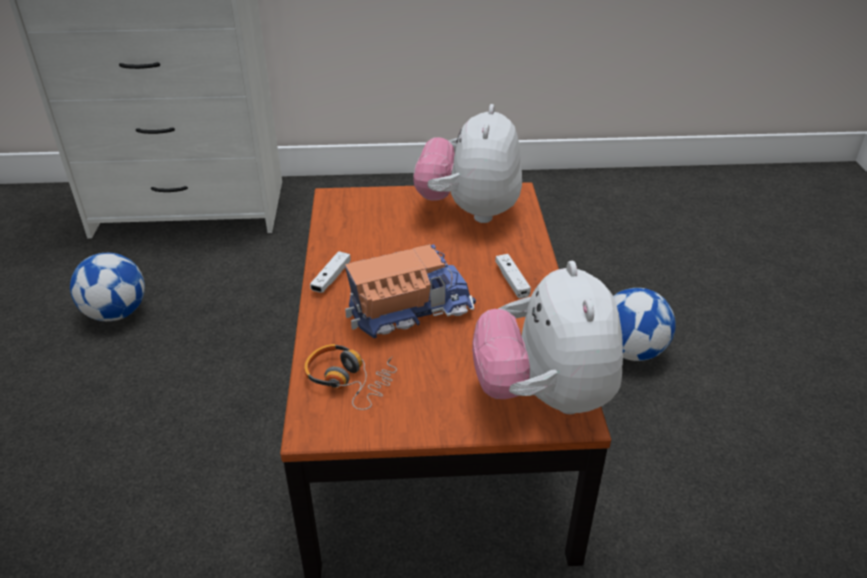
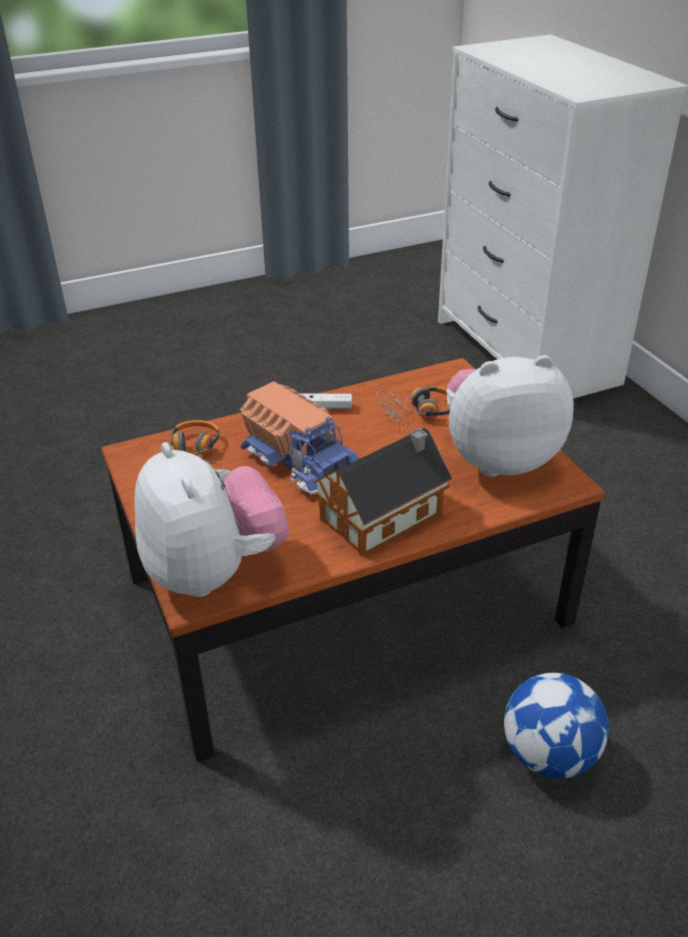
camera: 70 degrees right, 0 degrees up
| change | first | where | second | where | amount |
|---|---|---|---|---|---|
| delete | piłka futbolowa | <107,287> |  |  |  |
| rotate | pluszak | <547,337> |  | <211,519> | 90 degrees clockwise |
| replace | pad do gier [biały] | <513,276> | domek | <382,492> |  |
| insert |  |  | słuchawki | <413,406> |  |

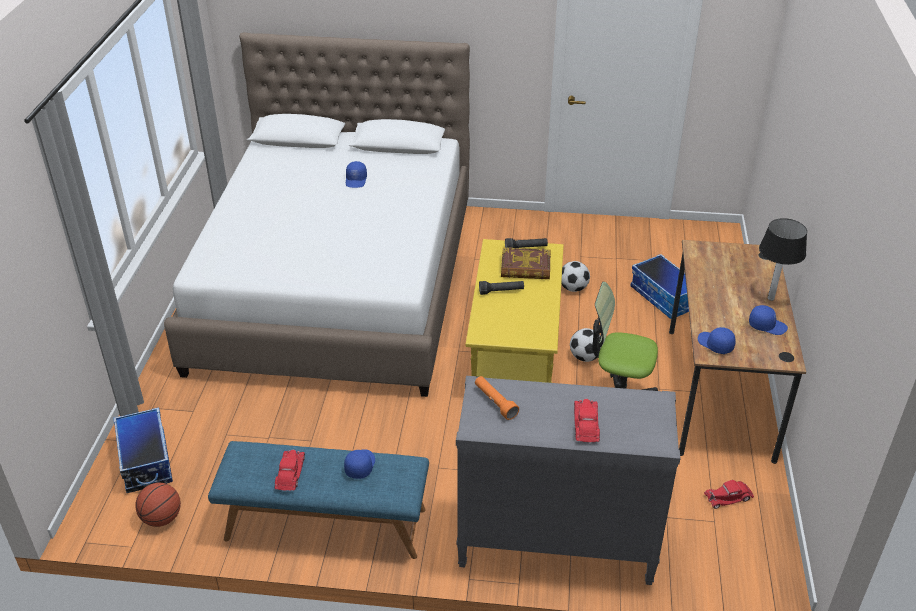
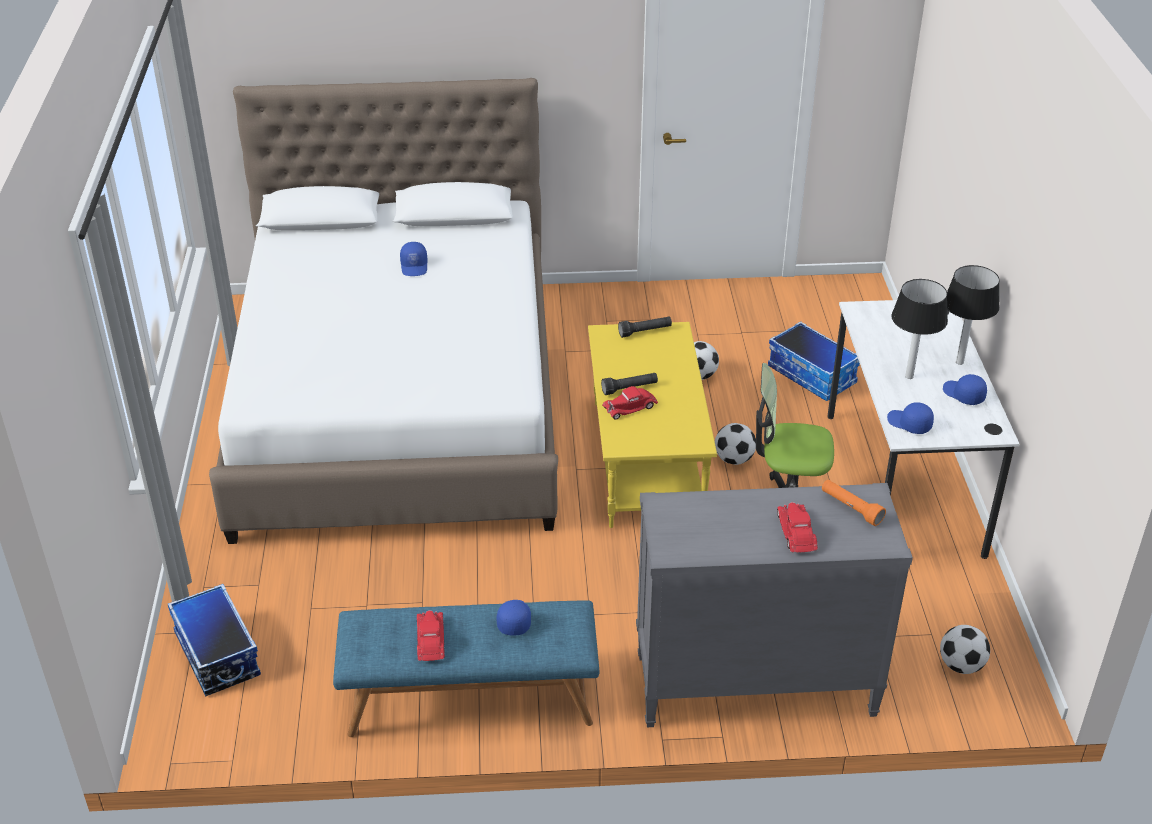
camera: 10 degrees left, 0 degrees up
| change | first | where | second | where | amount |
|---|---|---|---|---|---|
| delete | piłka do koszykówki | <158,505> |  |  |  |
| move | latarka [pomarańczowy] | <497,398> |  | <854,503> |  |
| delete | książka | <526,263> |  |  |  |
| recolor | biurko [brązowy] | <737,352> | biurko [biały] | <923,429> |  |
| move | samochodzik [czerwony] | <729,494> |  | <630,403> |  |
| rotate | czapka z daszkiem [niebieski] | <768,320> |  | <965,389> | 135 degrees counterclockwise |
| insert |  |  | lampa stołowa | <919,329> |  |
| insert |  |  | piłka futbolowa | <965,649> |  |

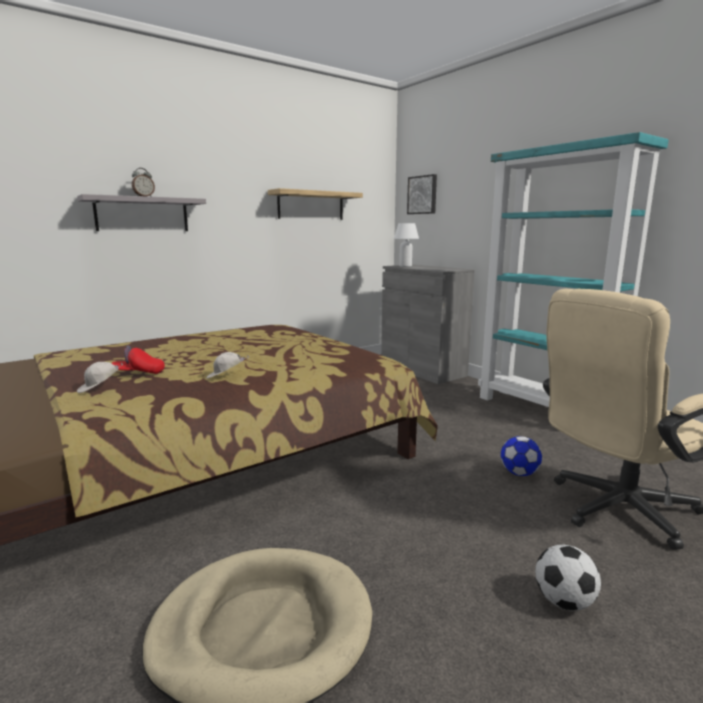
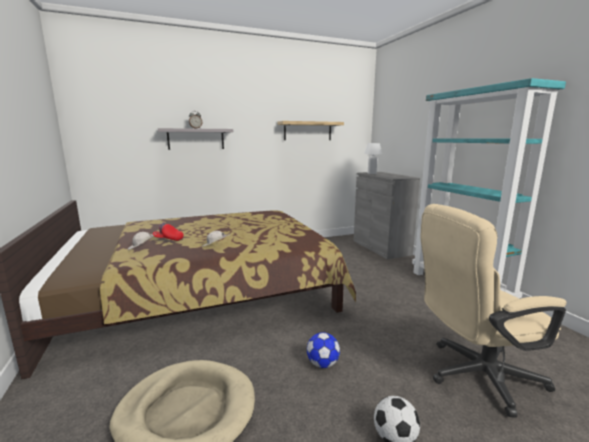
camera: 15 degrees right, 0 degrees up
| change | first | where | second | where | amount |
|---|---|---|---|---|---|
| delete | obraz | <422,194> |  |  |  |
| move | piłka futbolowa | <521,456> |  | <323,350> |  |

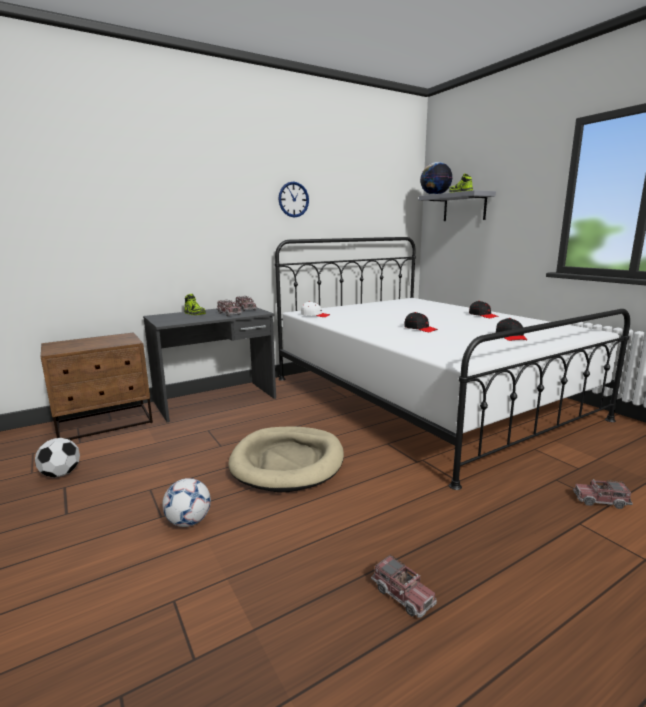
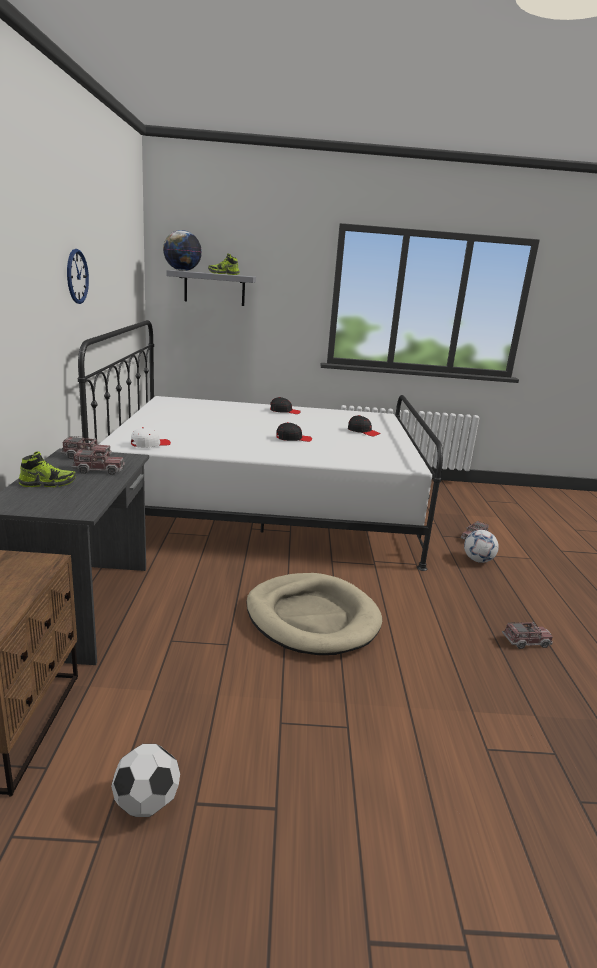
camera: 60 degrees left, 5 degrees up
| change | first | where | second | where | amount |
|---|---|---|---|---|---|
| move | piłka futbolowa | <186,502> |  | <481,546> |  |

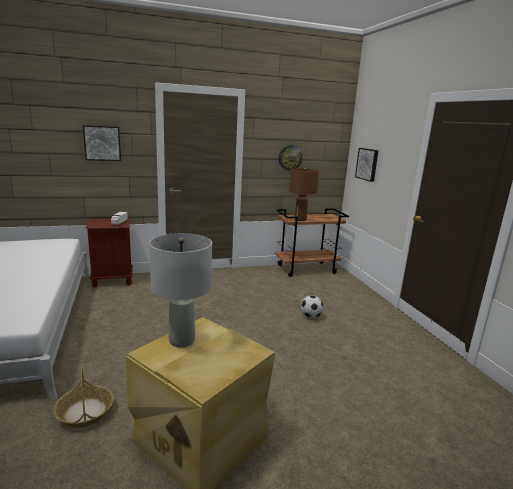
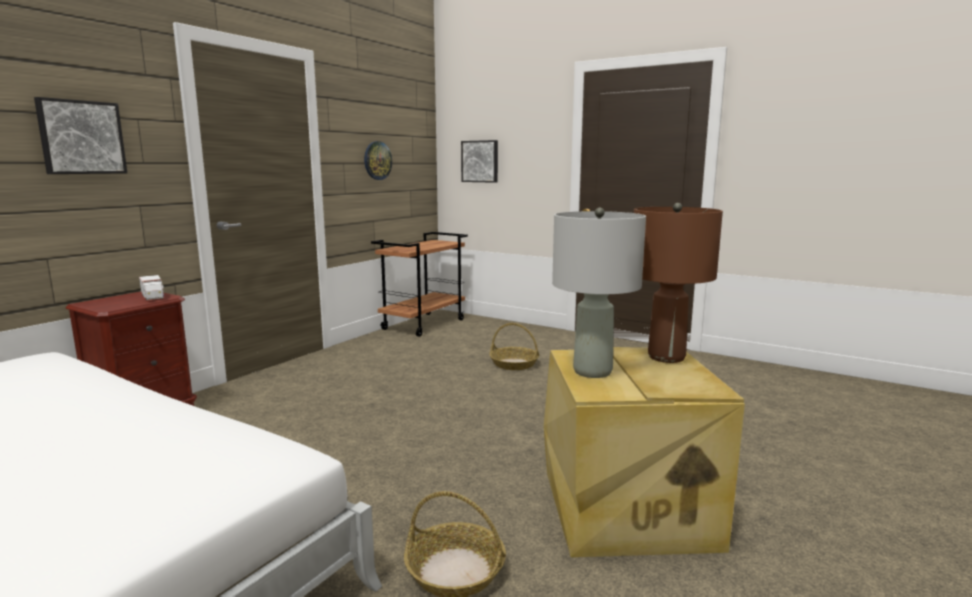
camera: 40 degrees left, 5 degrees down
| change | first | where | second | where | amount |
|---|---|---|---|---|---|
| move | lampa stołowa [brązowy] | <304,194> |  | <678,283> |  |
| replace | piłka futbolowa | <312,306> | koszyk | <514,346> |  |

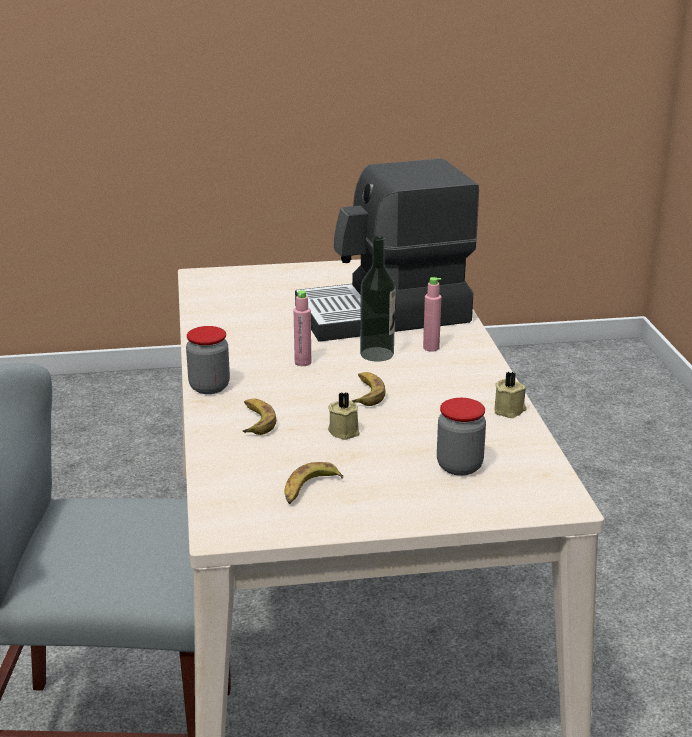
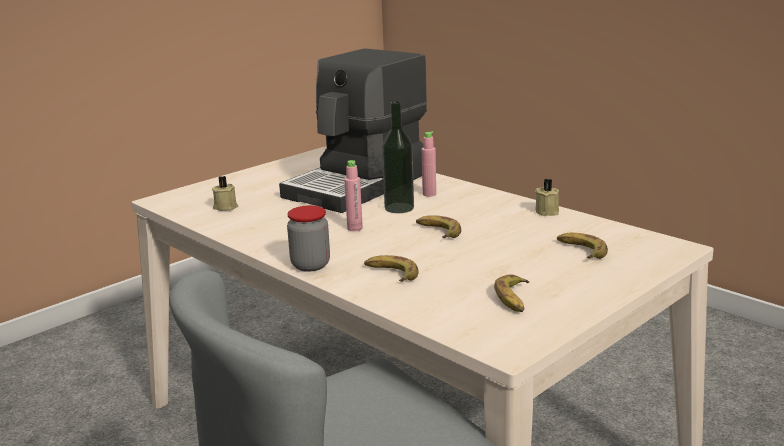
camera: 35 degrees left, 5 degrees down
| change | first | where | second | where | amount |
|---|---|---|---|---|---|
| move | świeca [beżowy] | <344,416> |  | <225,193> |  |
| replace | słoik | <461,437> | banan | <582,246> |  |

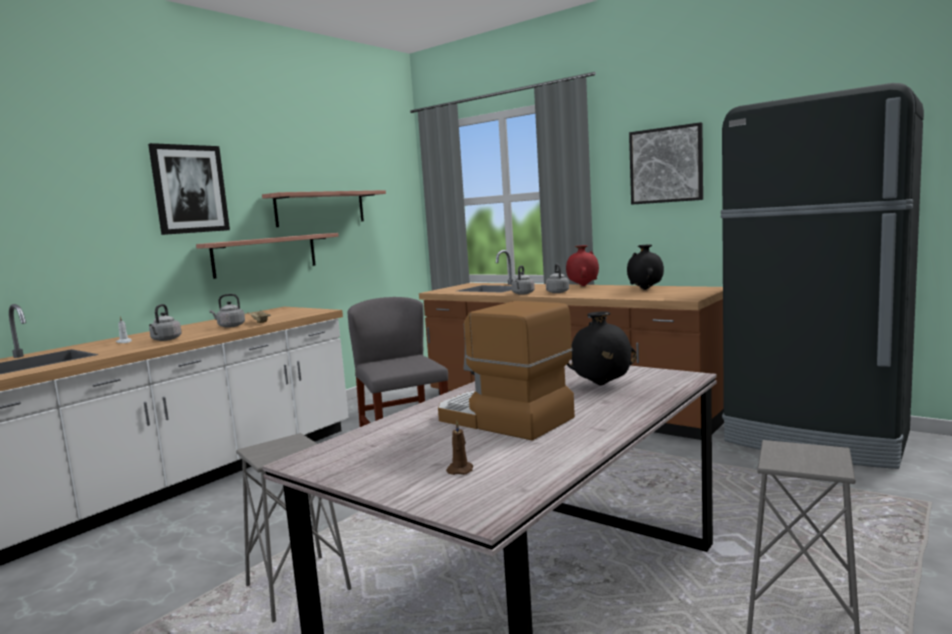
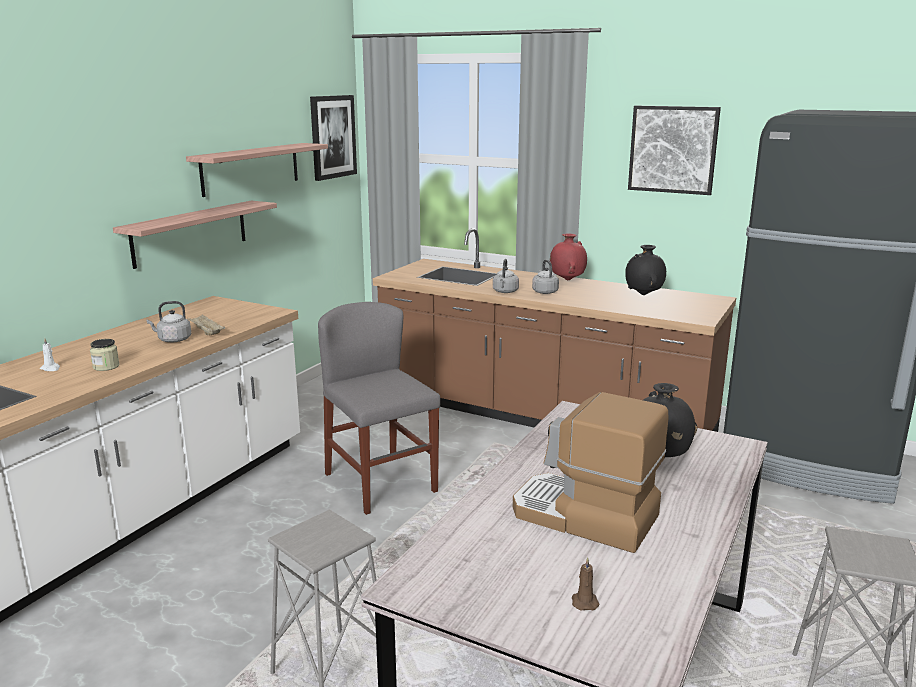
camera: 10 degrees left, 10 degrees up
| change | first | where | second | where | amount |
|---|---|---|---|---|---|
| move | obraz | <189,189> |  | <333,138> |  |
| replace | czajnik [szary] | <165,322> | słoik | <105,355> |  |

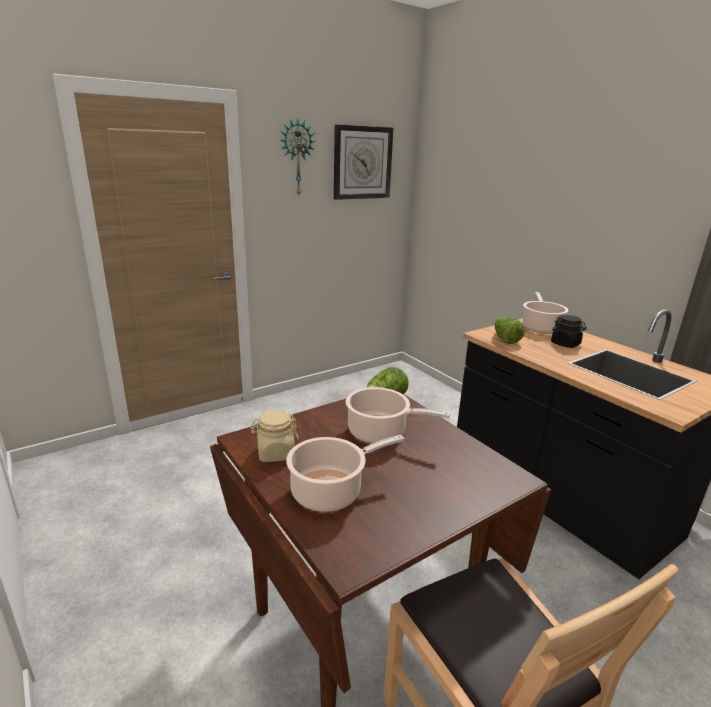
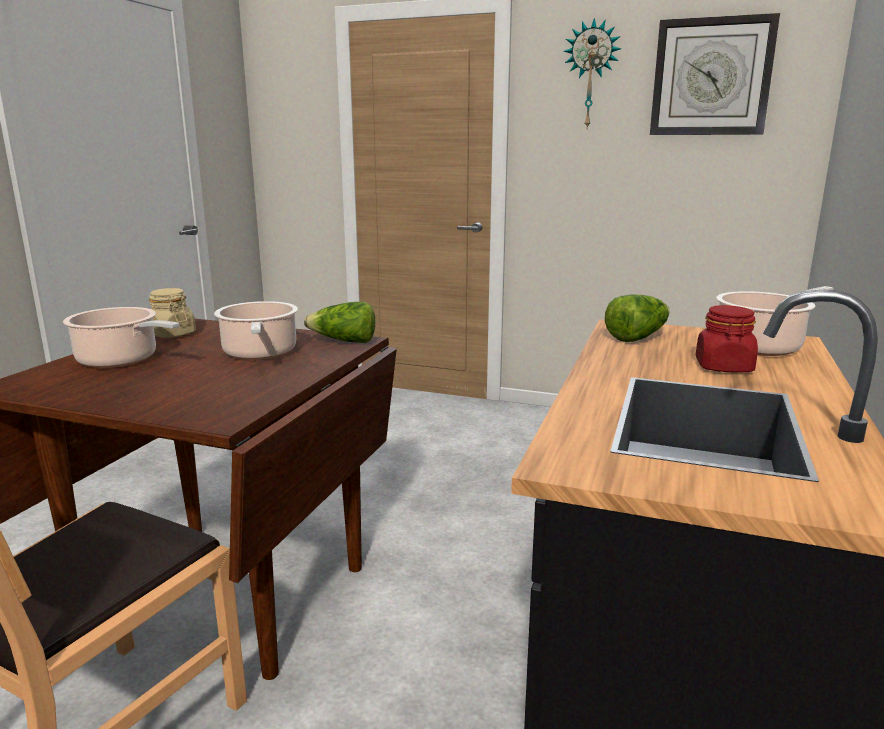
camera: 55 degrees right, 5 degrees down
| change | first | where | second | where | amount |
|---|---|---|---|---|---|
| recolor | słoik [czarny] | <568,331> | słoik [czerwony] | <727,339> |  |

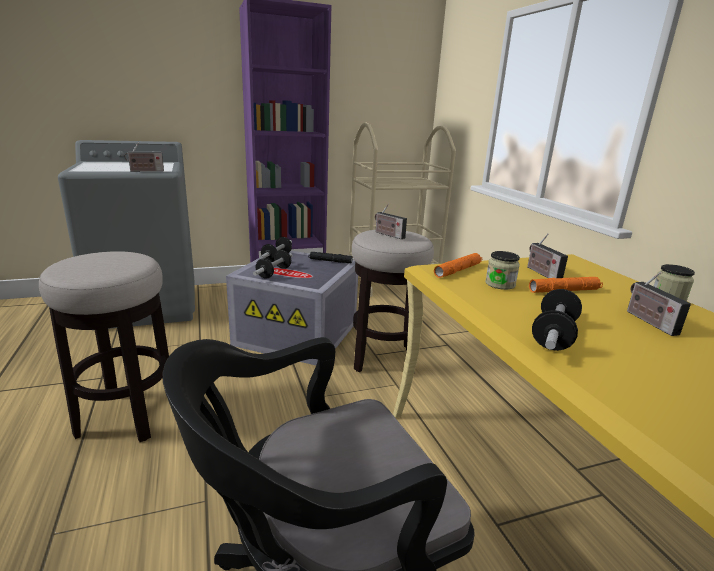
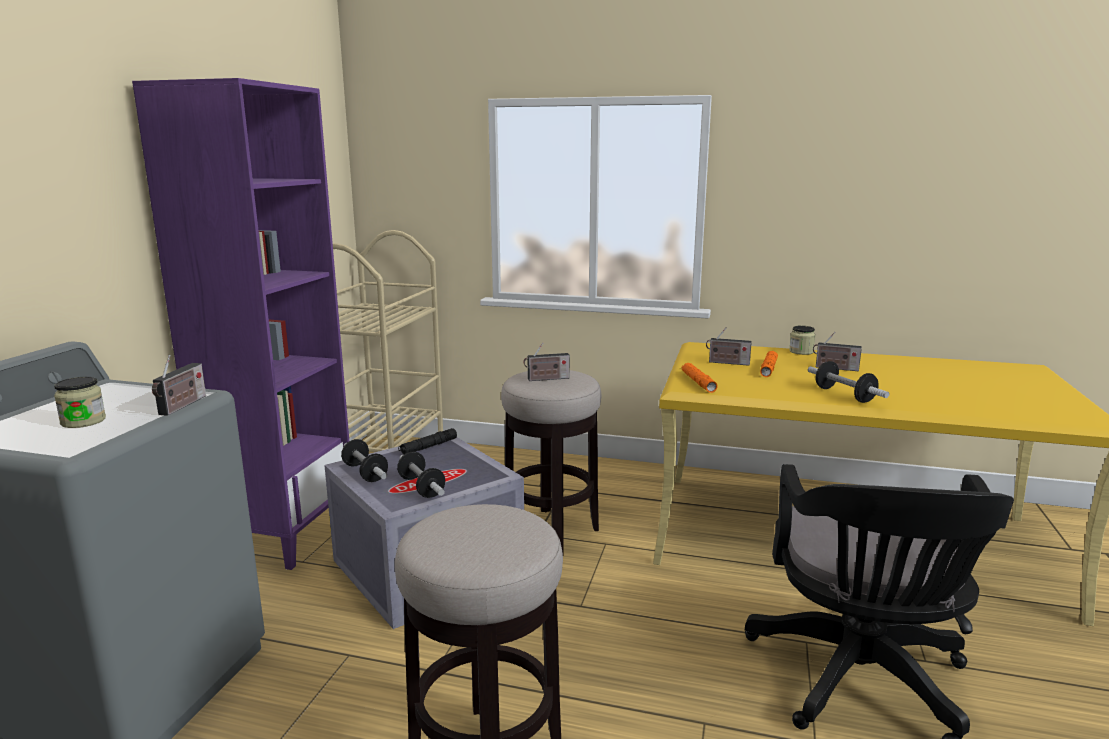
camera: 55 degrees left, 5 degrees down
| change | first | where | second | where | amount |
|---|---|---|---|---|---|
| move | słoik | <502,270> |  | <80,402> |  |

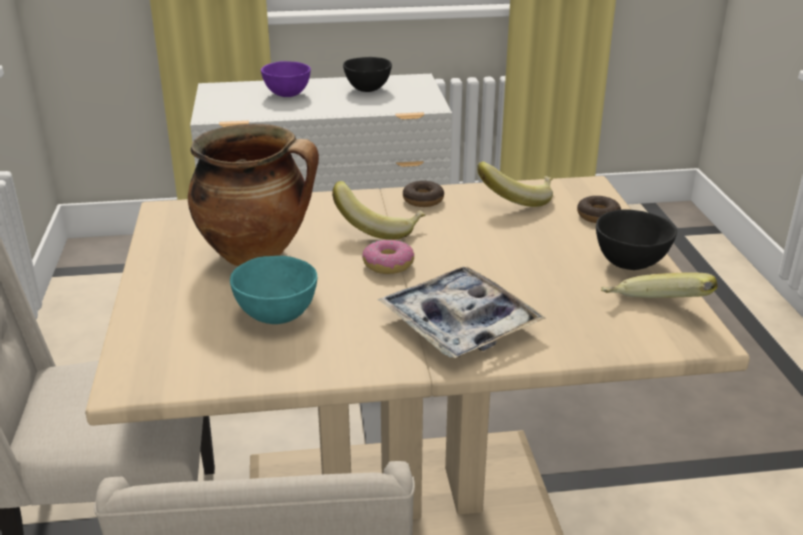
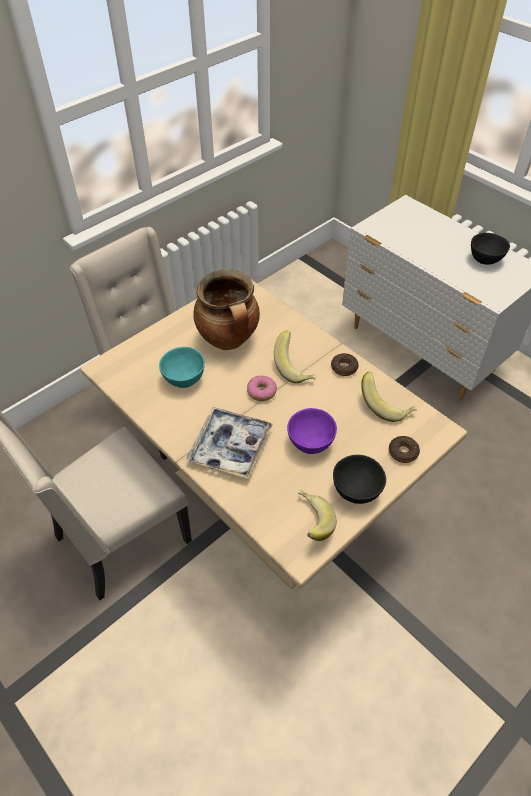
camera: 55 degrees right, 20 degrees up
| change | first | where | second | where | amount |
|---|---|---|---|---|---|
| move | miska [fioletowy] | <286,79> |  | <312,431> |  |

